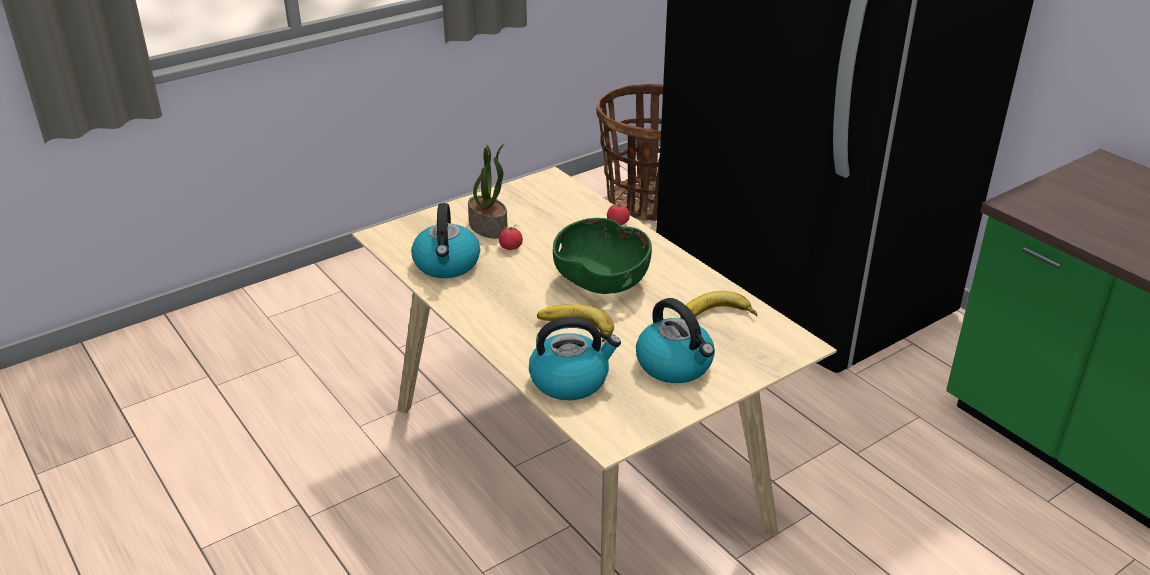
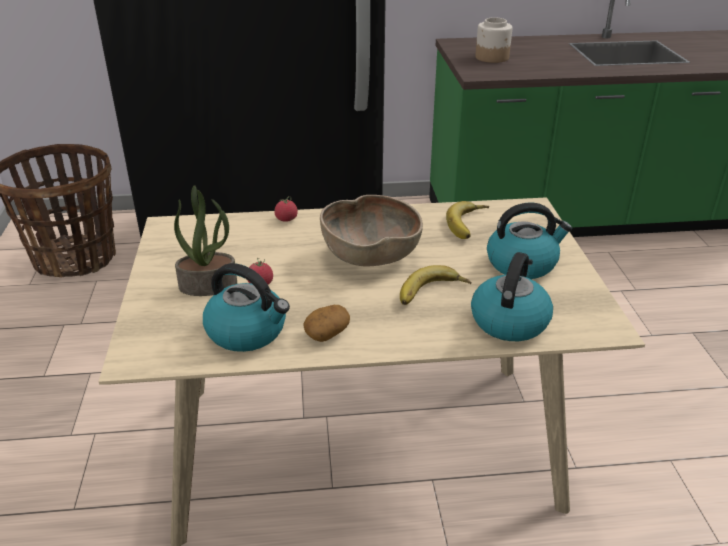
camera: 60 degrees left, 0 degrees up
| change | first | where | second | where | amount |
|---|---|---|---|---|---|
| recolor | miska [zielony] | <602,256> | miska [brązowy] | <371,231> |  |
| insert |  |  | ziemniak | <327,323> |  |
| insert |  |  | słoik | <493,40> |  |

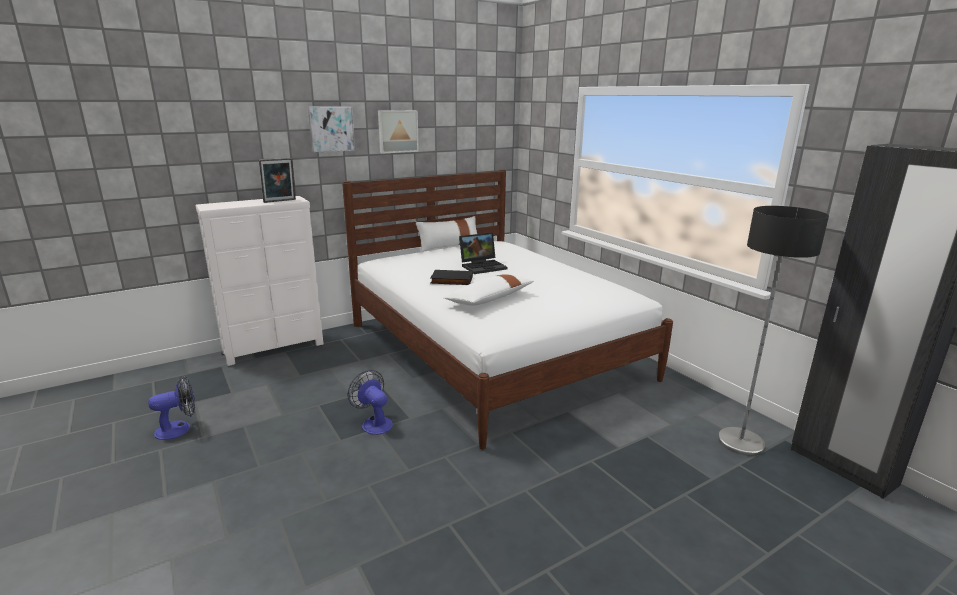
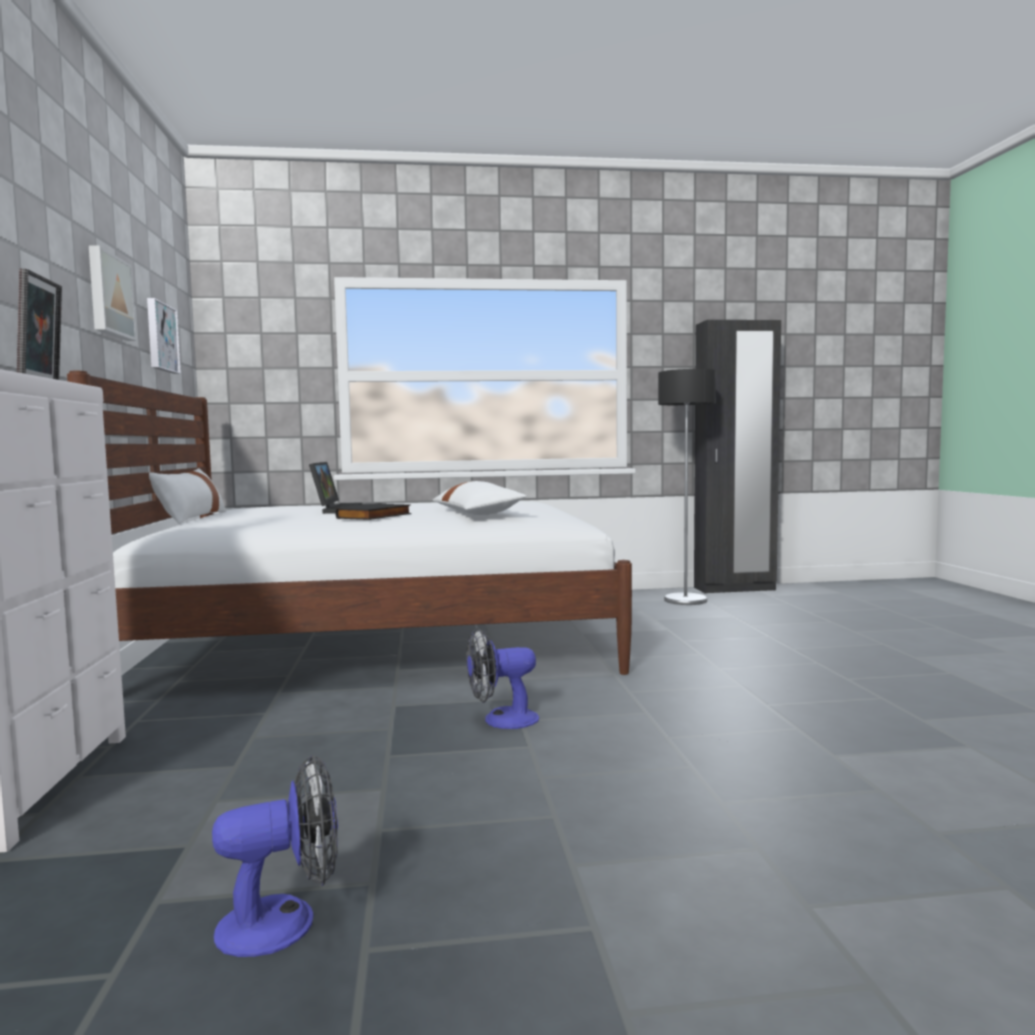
camera: 65 degrees left, 15 degrees down
| change | first | where | second | where | amount |
|---|---|---|---|---|---|
| rotate | wentylator | <171,408> |  | <275,855> | 75 degrees clockwise |
| move | obraz | <331,129> |  | <164,336> |  |

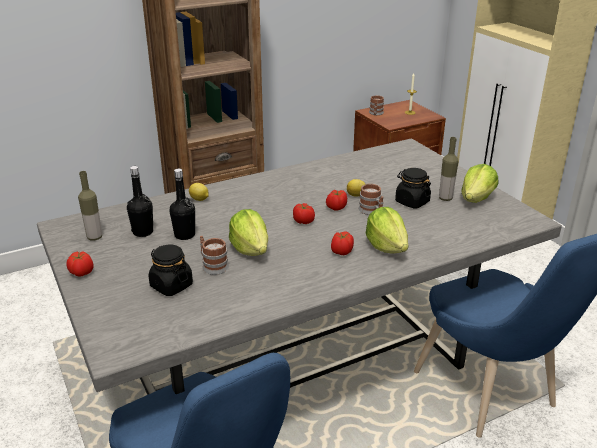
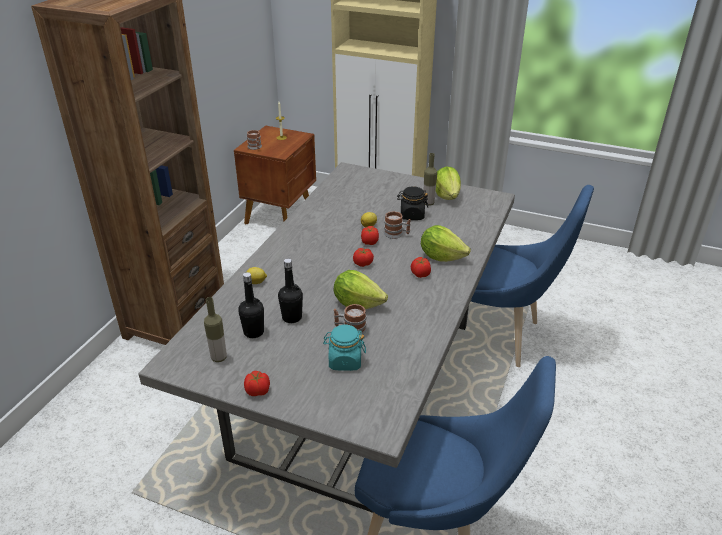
camera: 40 degrees left, 5 degrees up
| change | first | where | second | where | amount |
|---|---|---|---|---|---|
| recolor | słoik [czarny] | <171,270> | słoik [turkusowy] | <344,348> |  |

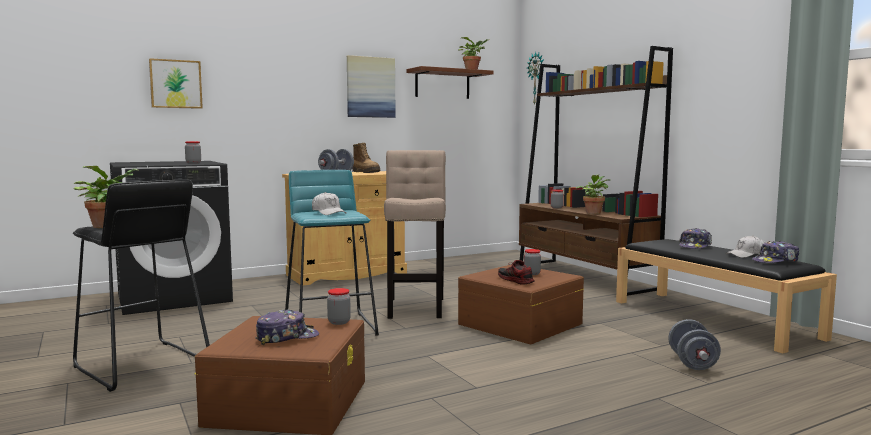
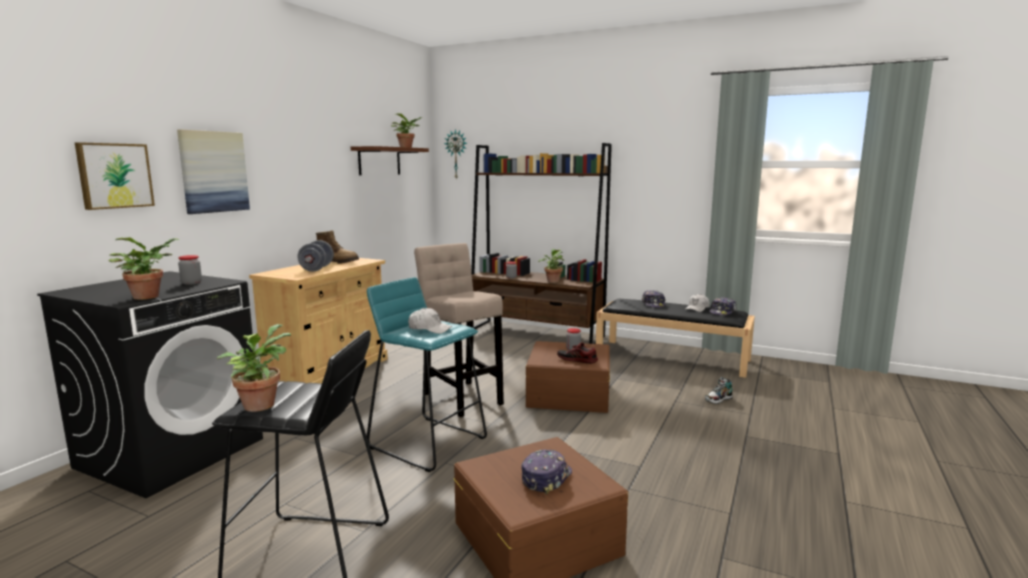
camera: 35 degrees left, 5 degrees up
| change | first | where | second | where | amount |
|---|---|---|---|---|---|
| delete | słoik | <339,306> |  |  |  |
| move | obraz | <371,86> |  | <213,171> |  |
| replace | hantel [szary] | <694,344> | but | <719,390> |  |
| insert |  |  | roślina doniczkowa | <143,268> |  |

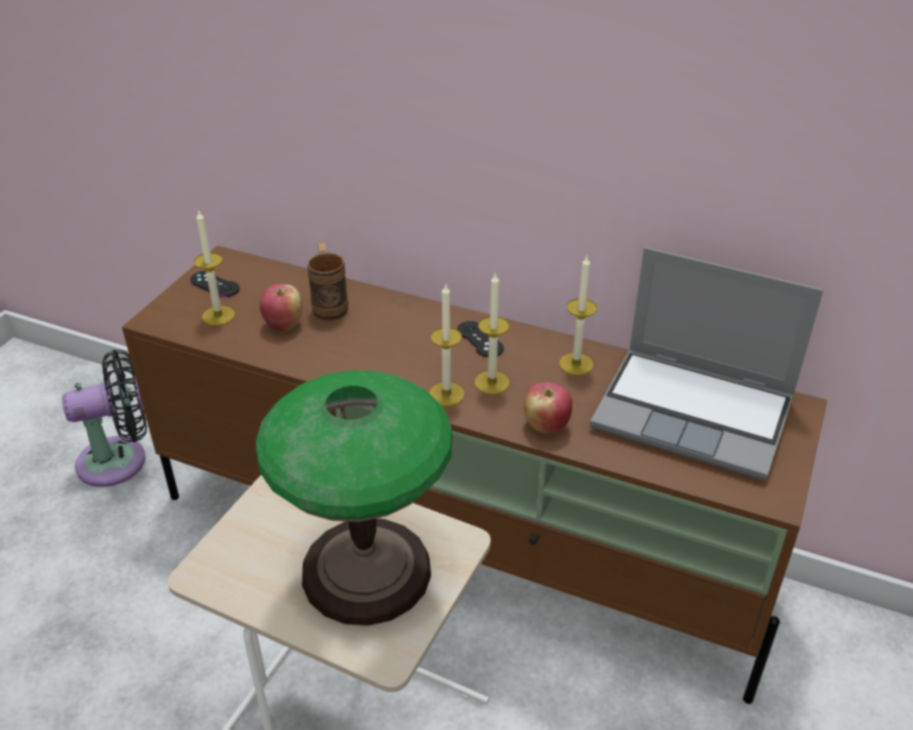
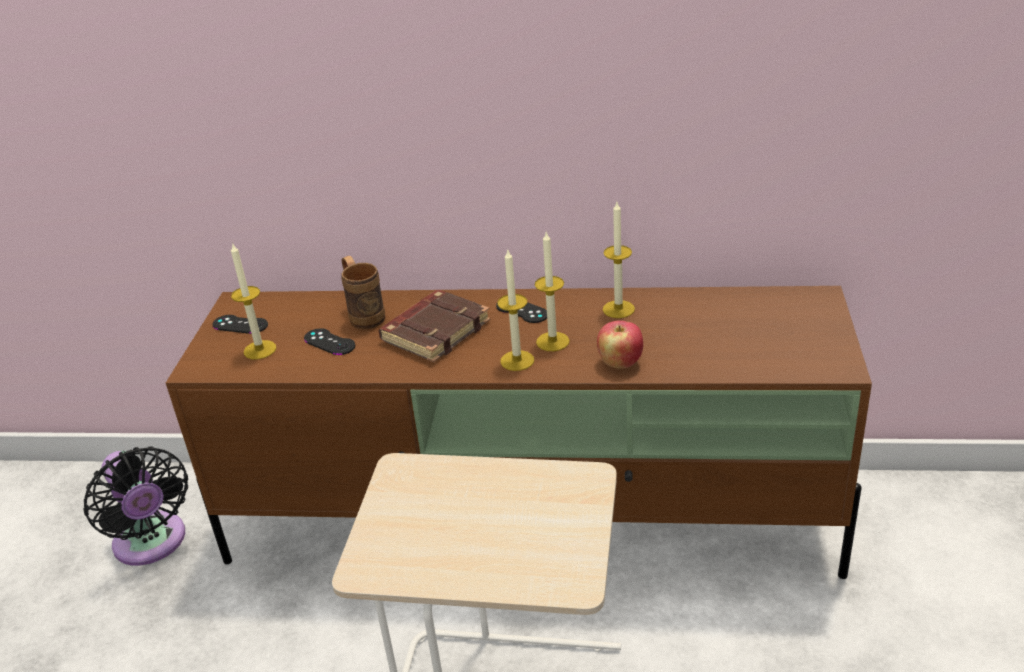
camera: 15 degrees left, 5 degrees down
| change | first | where | second | where | amount |
|---|---|---|---|---|---|
| rotate | wentylator [czarny] | <104,418> |  | <135,506> | 90 degrees clockwise |
| delete | lampa stołowa | <354,498> |  |  |  |
| replace | jabłko | <281,308> | pad do gier [czarny] | <329,341> |  |
| delete | laptop | <706,363> |  |  |  |
| insert |  |  | książka [brązowy] | <434,326> |  |

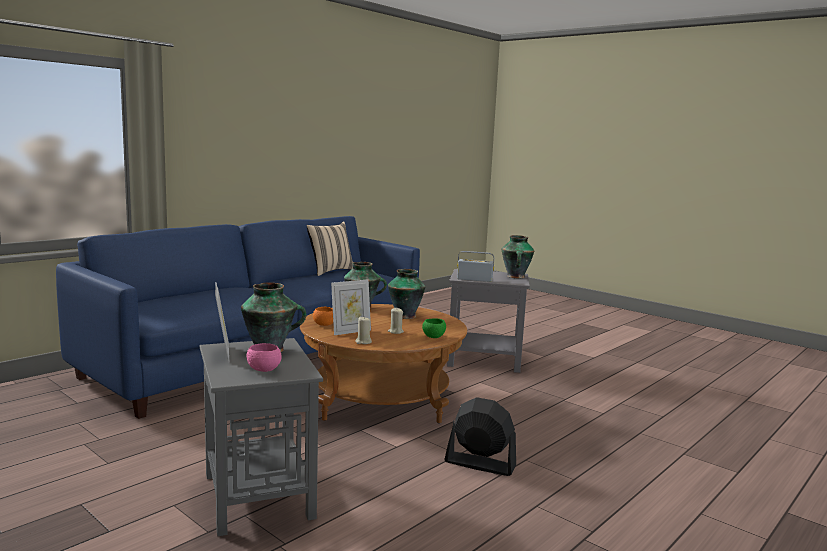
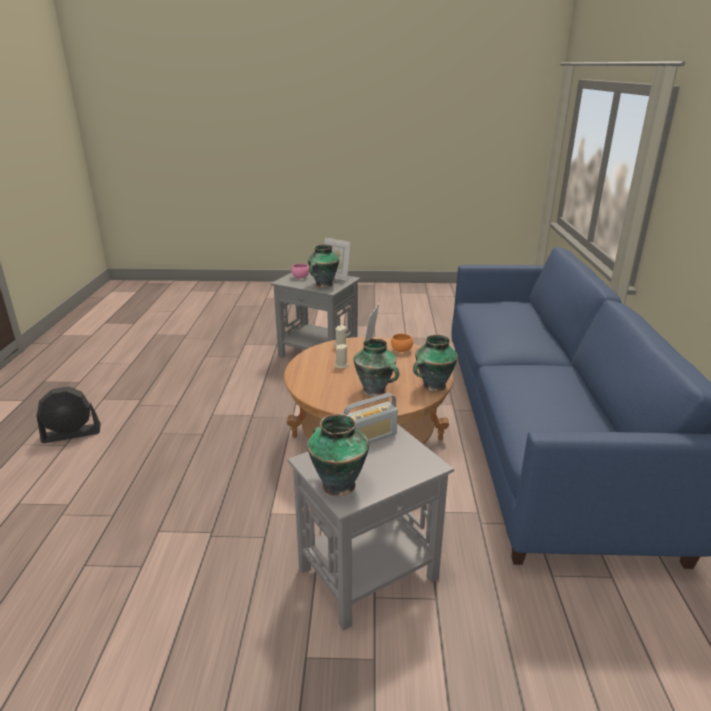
camera: 140 degrees right, 15 degrees up
| change | first | where | second | where | amount |
|---|---|---|---|---|---|
| delete | poduszka [beżowy] | <329,248> |  |  |  |
| delete | miska [zielony] | <434,328> |  |  |  |
| move | wentylator [czarny] | <480,437> |  | <68,414> |  |

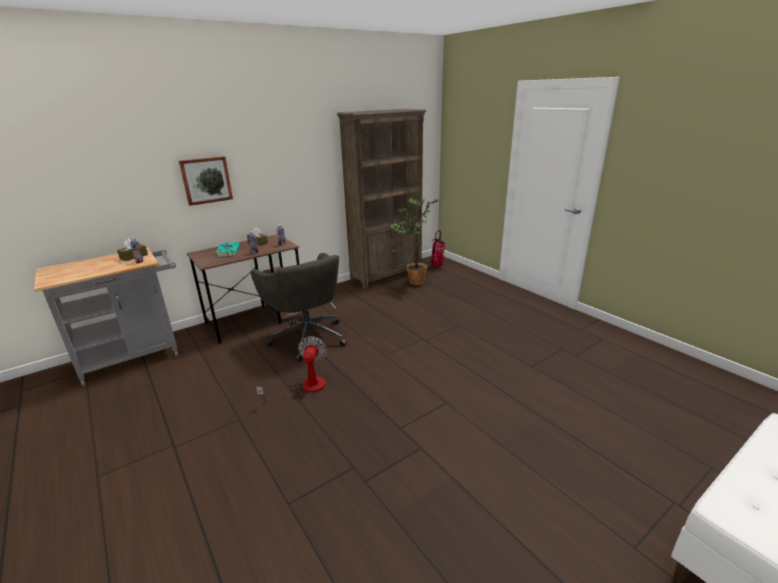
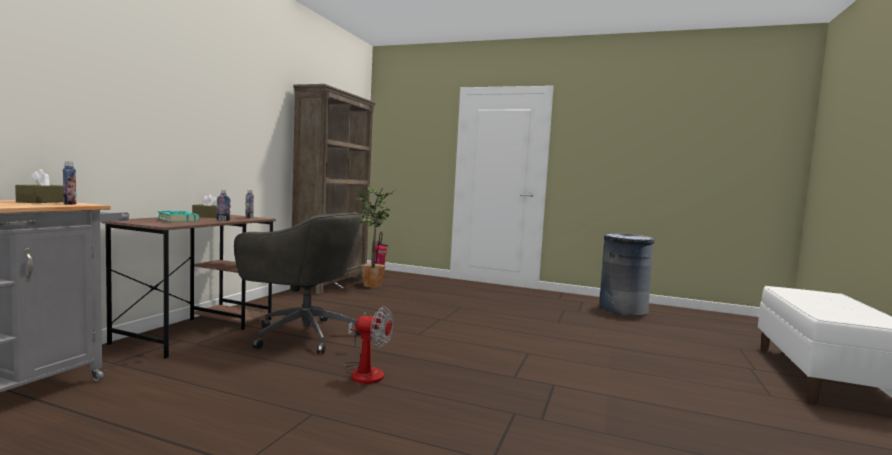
camera: 35 degrees left, 20 degrees down
| change | first | where | second | where | amount |
|---|---|---|---|---|---|
| delete | obraz | <206,181> |  |  |  |
| rotate | wentylator | <291,369> |  | <368,345> | 135 degrees clockwise |
| insert |  |  | kosz na śmieci [szary] | <626,275> |  |

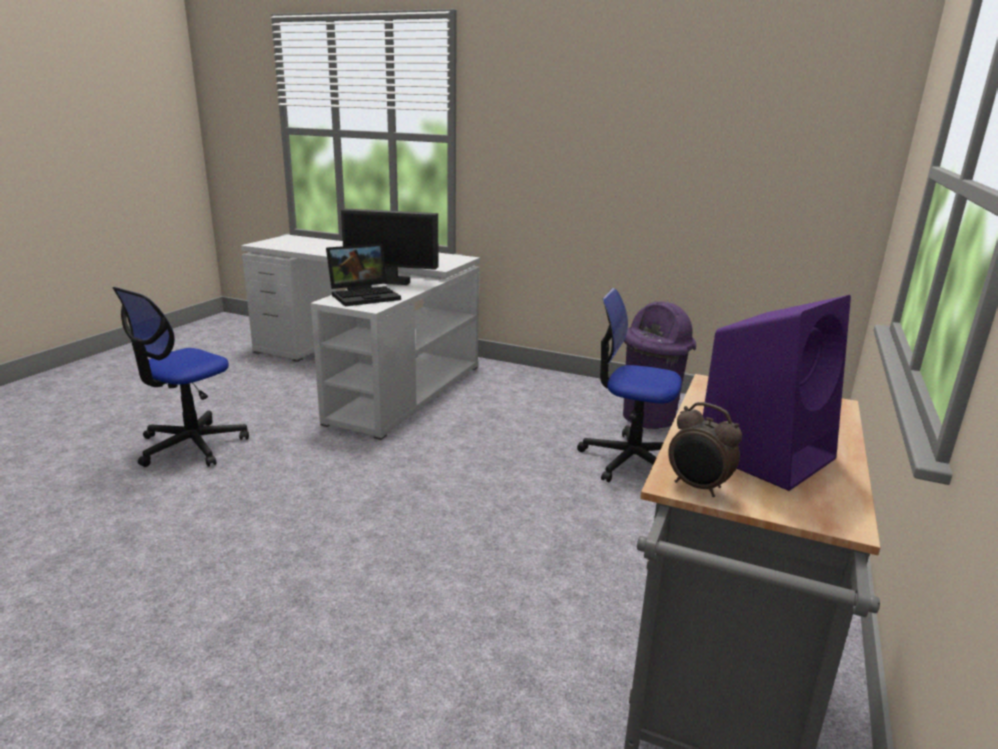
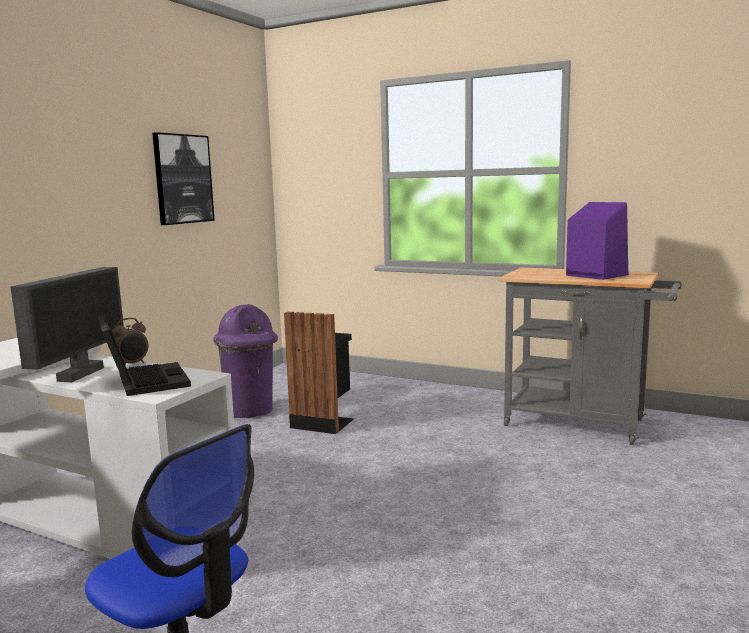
camera: 85 degrees left, 10 degrees down
| change | first | where | second | where | amount |
|---|---|---|---|---|---|
| replace | krzesło biurowe | <629,385> | kosz na śmieci [czarny] | <319,373> |  |
| move | budzik | <705,449> |  | <130,341> |  |
| insert |  |  | obraz | <183,178> |  |

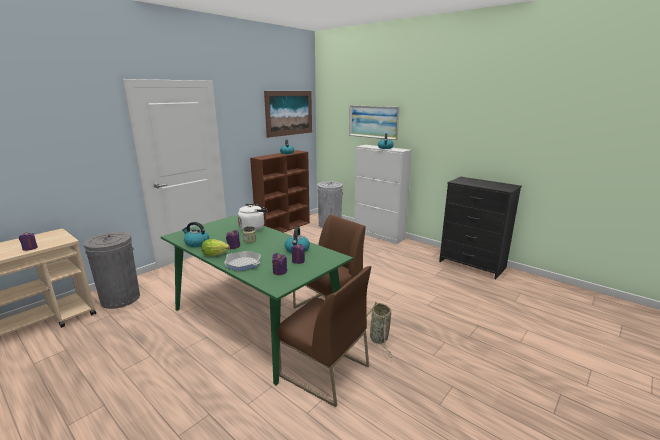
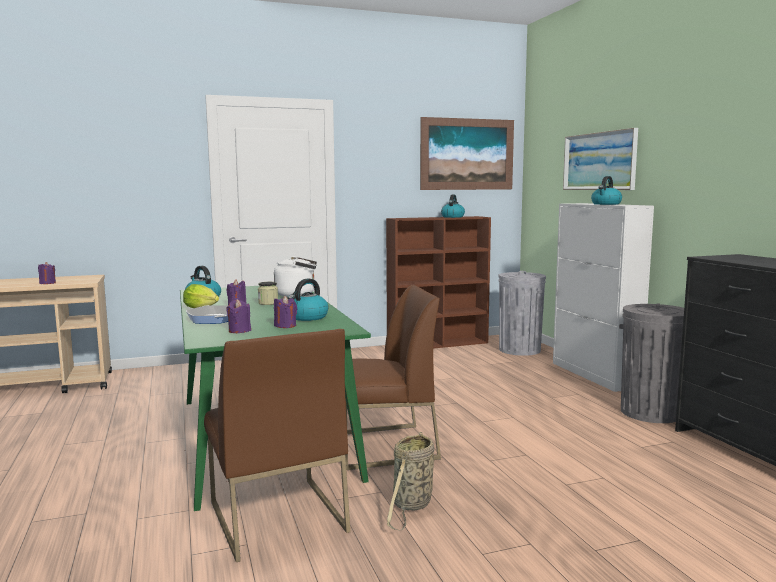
camera: 30 degrees right, 10 degrees down
| change | first | where | second | where | amount |
|---|---|---|---|---|---|
| move | kosz na śmieci [szary] | <111,270> |  | <651,363> |  |

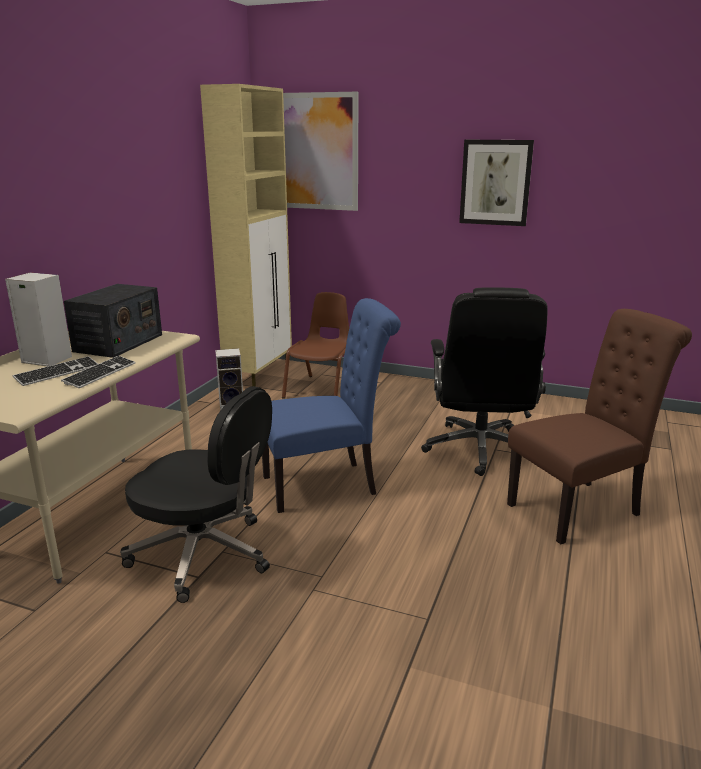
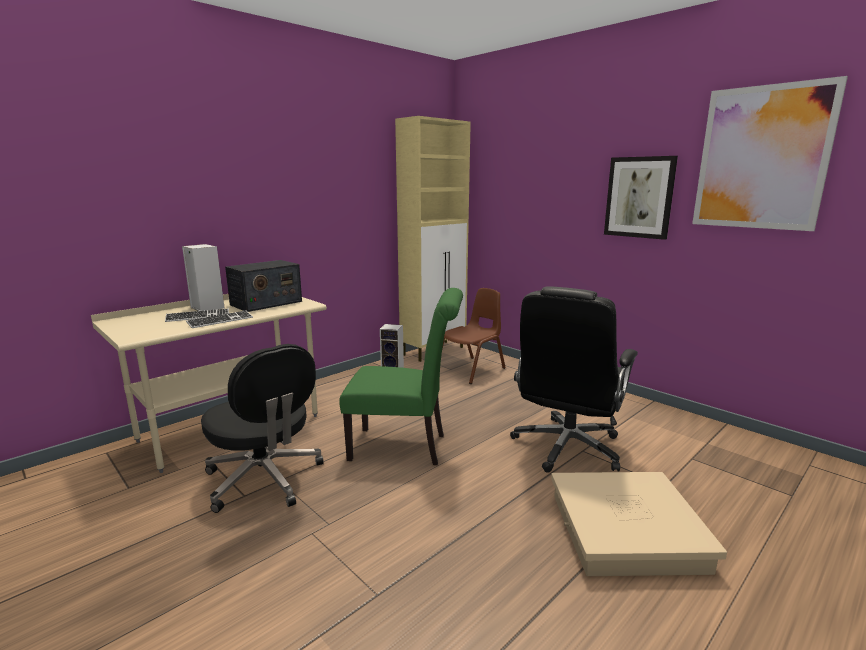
camera: 25 degrees right, 5 degrees down
| change | first | where | second | where | amount |
|---|---|---|---|---|---|
| recolor | krzesło [niebieski] | <331,405> | krzesło [zielony] | <401,376> |  |
| move | obraz | <321,151> |  | <770,153> |  |
| replace | krzesło [brązowy] | <599,426> | pojemnik do przechowywania [beżowy] | <639,524> |  |

